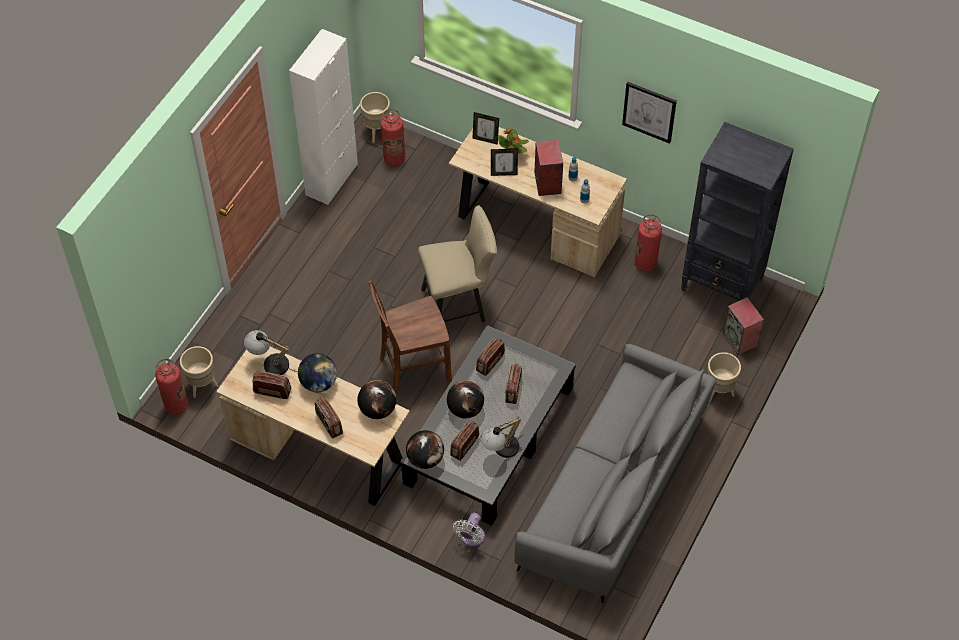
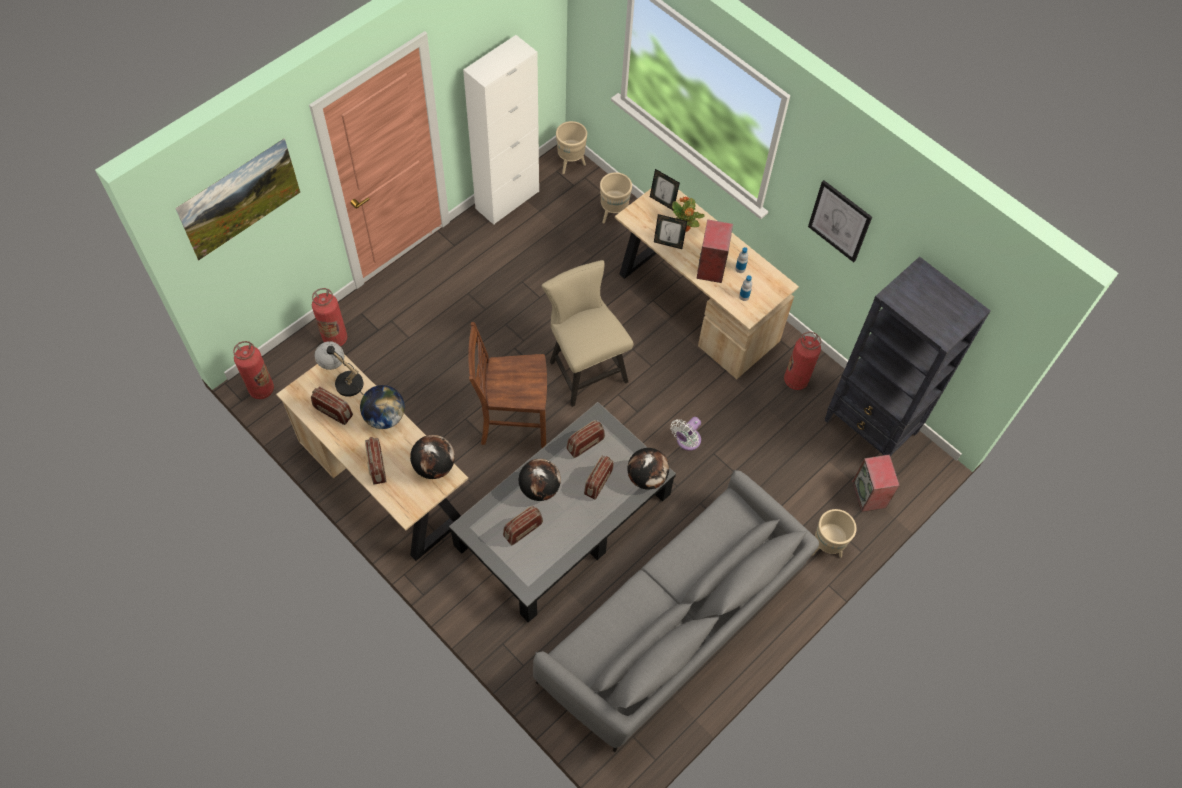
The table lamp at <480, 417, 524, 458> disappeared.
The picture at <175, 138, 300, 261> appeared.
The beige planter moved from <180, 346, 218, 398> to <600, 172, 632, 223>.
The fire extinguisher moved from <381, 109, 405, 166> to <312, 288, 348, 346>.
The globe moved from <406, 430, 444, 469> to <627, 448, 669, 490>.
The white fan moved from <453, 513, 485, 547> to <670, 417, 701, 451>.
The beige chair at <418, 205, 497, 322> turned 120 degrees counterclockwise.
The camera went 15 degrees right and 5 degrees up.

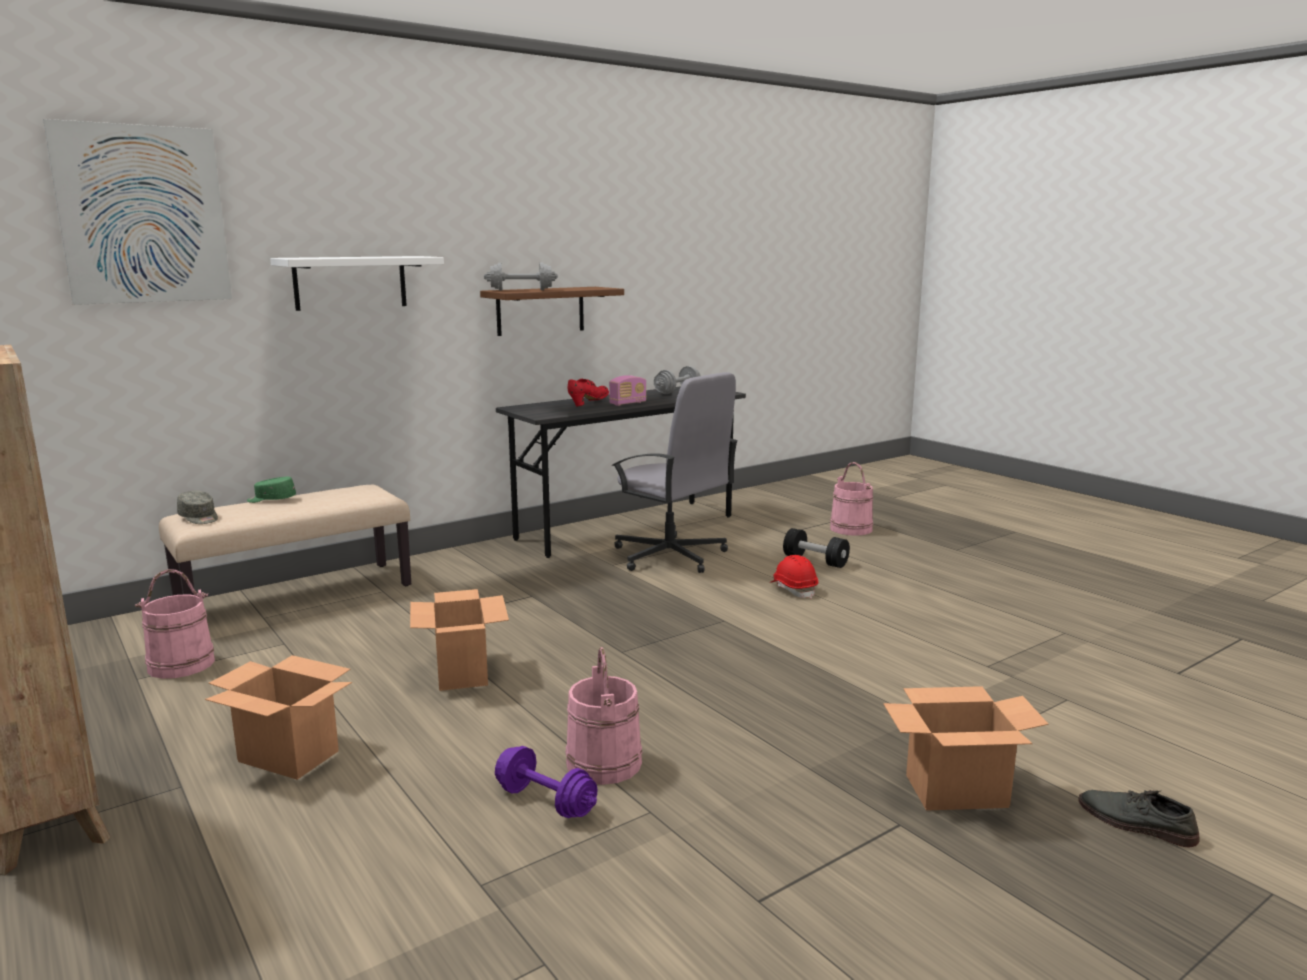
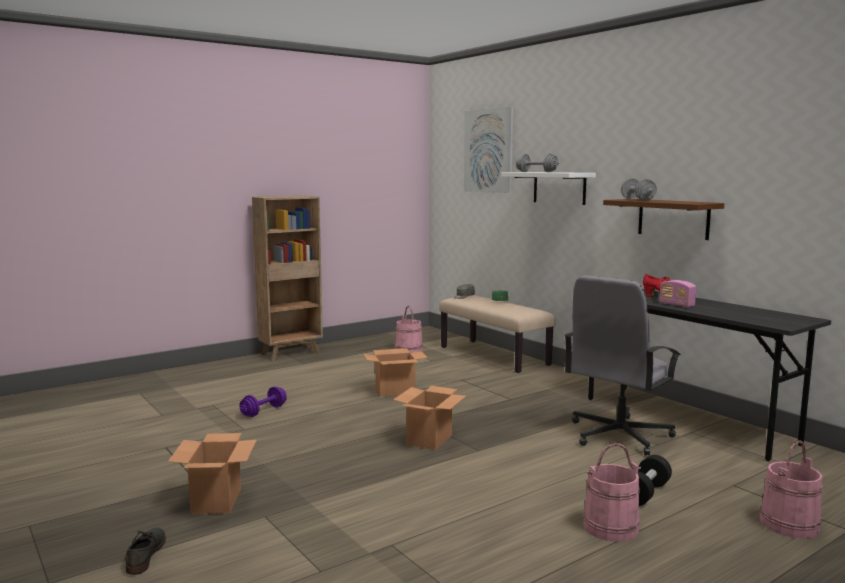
The red hard hat at <770, 555, 818, 599> disappeared.
The cardboard box moved from <205, 655, 352, 780> to <393, 386, 466, 450>.
The pink bucket moved from <565, 647, 643, 785> to <583, 443, 641, 542>.
The grey dumbbell moved from <654, 366, 701, 394> to <516, 154, 559, 172>.
The grey shoe at <1078, 790, 1200, 847> turned 45 degrees counterclockwise.
The camera went 90 degrees right and 5 degrees down.

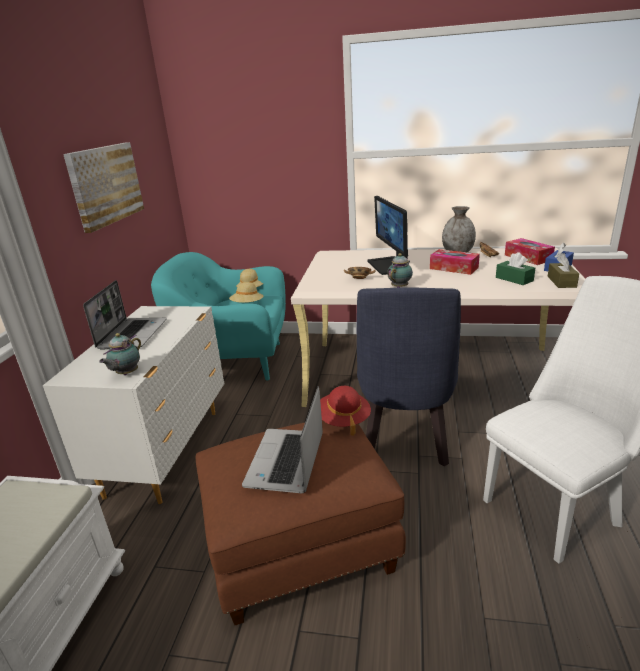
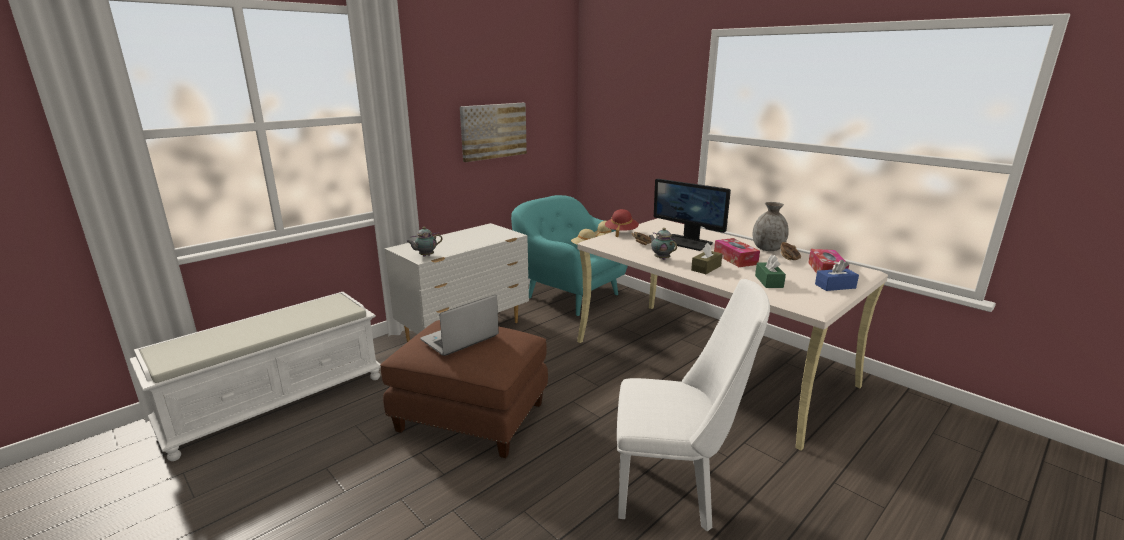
The laptop at <83, 280, 167, 349> disappeared.
The blue chair at <357, 287, 461, 466> disappeared.
The red hat moved from <320, 386, 371, 436> to <605, 209, 639, 238>.
The brown tissue box moved from <548, 254, 579, 288> to <691, 243, 722, 274>.
The monitor at <367, 196, 408, 275> turned 75 degrees counterclockwise.
The teapot at <387, 253, 413, 288> turned 105 degrees counterclockwise.
The camera went 35 degrees right and 5 degrees down.

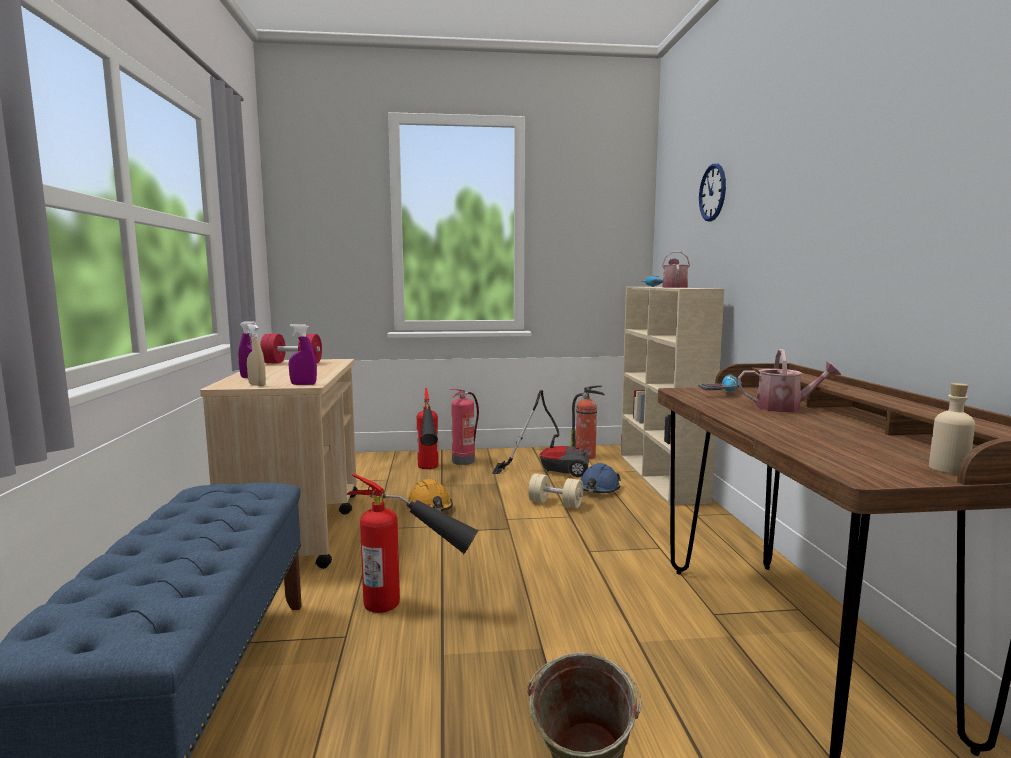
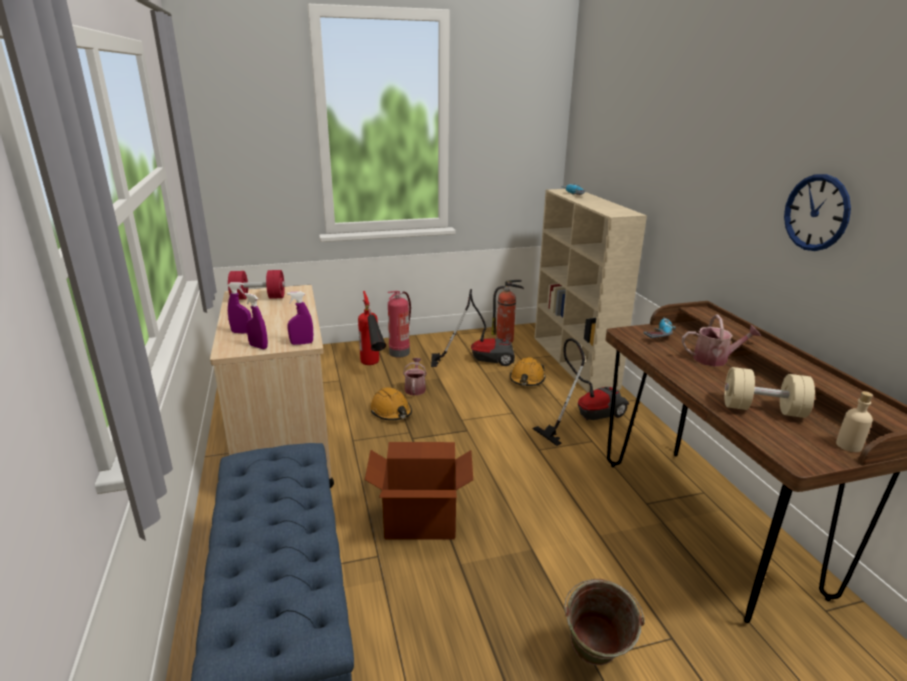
The vacuum cleaner at <533, 338, 629, 446> appeared.
The beige dumbbell moved from <528, 473, 583, 509> to <724, 367, 815, 418>.
The watering can moved from <662, 251, 690, 288> to <403, 358, 427, 395>.
The wall clock moved from <699, 163, 726, 222> to <784, 174, 851, 251>.
The fire extinguisher at <347, 473, 478, 613> was replaced by the cardboard box at <365, 442, 473, 540>.
The beige spray bottle at <247, 324, 266, 386> became the purple spray bottle at <244, 293, 268, 349>.
The blue hard hat at <581, 463, 621, 493> became the orange hard hat at <510, 357, 545, 386>.
The camera went 10 degrees left and 15 degrees up.

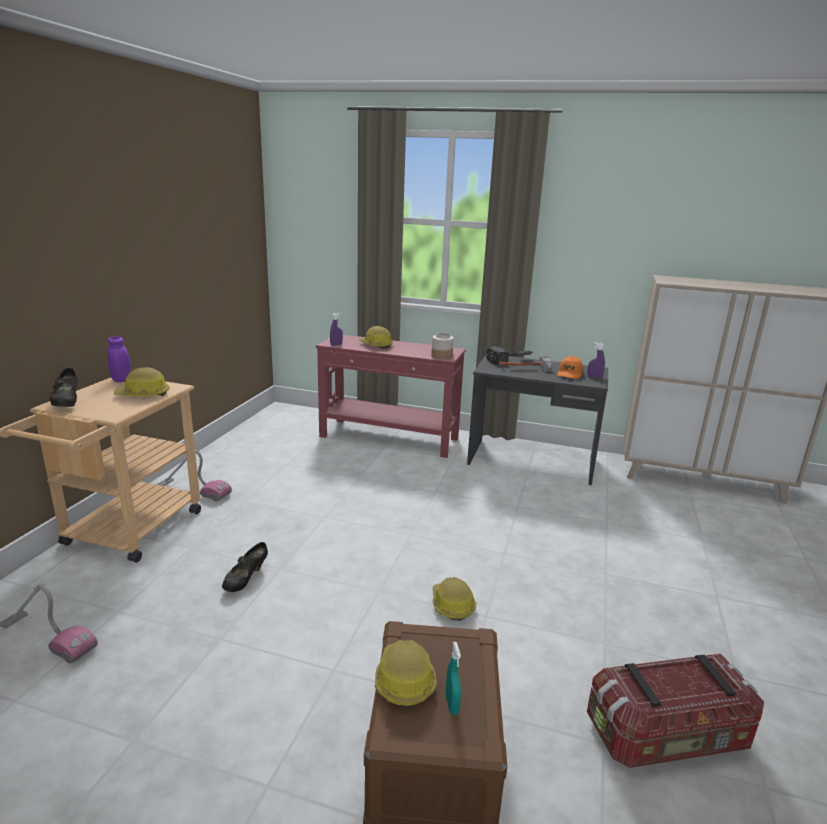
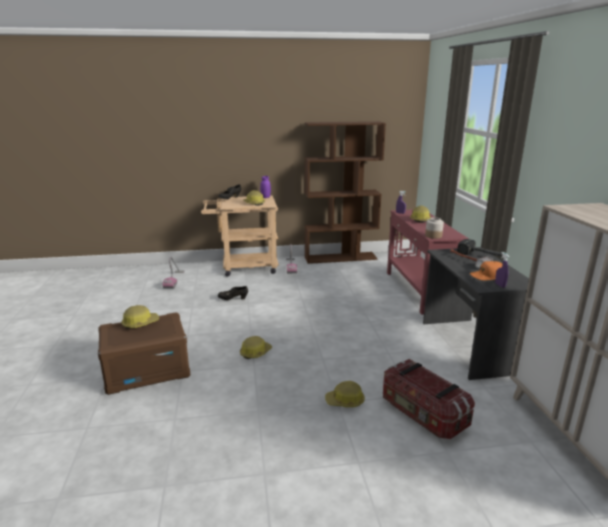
The turquoise spray bottle at <446, 642, 461, 715> disappeared.
The brown bookcase at <305, 121, 386, 264> appeared.
The hard hat at <325, 381, 365, 407> appeared.
The storage box moved from <587, 654, 764, 768> to <383, 359, 475, 439>.
The camera went 65 degrees right and 0 degrees up.

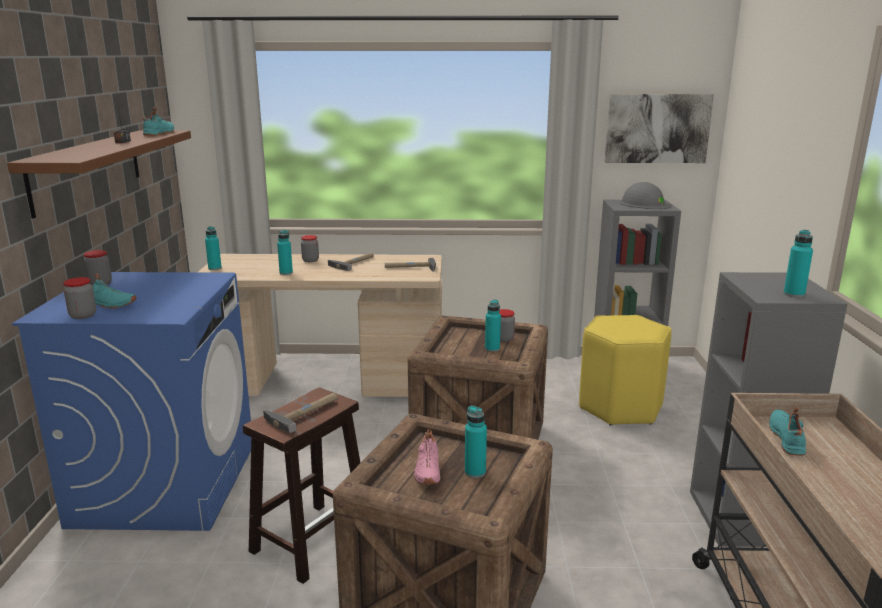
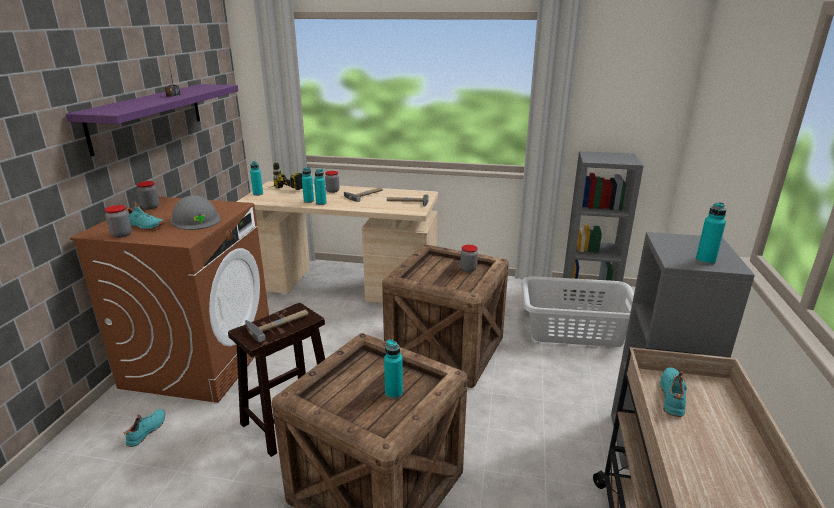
The pink shoe at <414, 429, 440, 484> disappeared.
The picture at <605, 94, 714, 163> disappeared.
The power drill at <269, 160, 303, 190> appeared.
The turquoise shoe moved from <143, 107, 174, 136> to <124, 409, 165, 447>.
The turquoise bottle moved from <485, 300, 501, 352> to <314, 169, 327, 205>.
The grey hard hat moved from <620, 182, 671, 209> to <170, 195, 221, 230>.
The yellow stool at <579, 315, 671, 426> was replaced by the grey laundry basket at <521, 276, 634, 347>.
The brown shelf at <7, 131, 191, 218> became the purple shelf at <66, 84, 238, 157>.
The blue washing machine at <12, 272, 251, 531> became the brown washing machine at <70, 197, 269, 403>.
The camera went 10 degrees right and 5 degrees up.

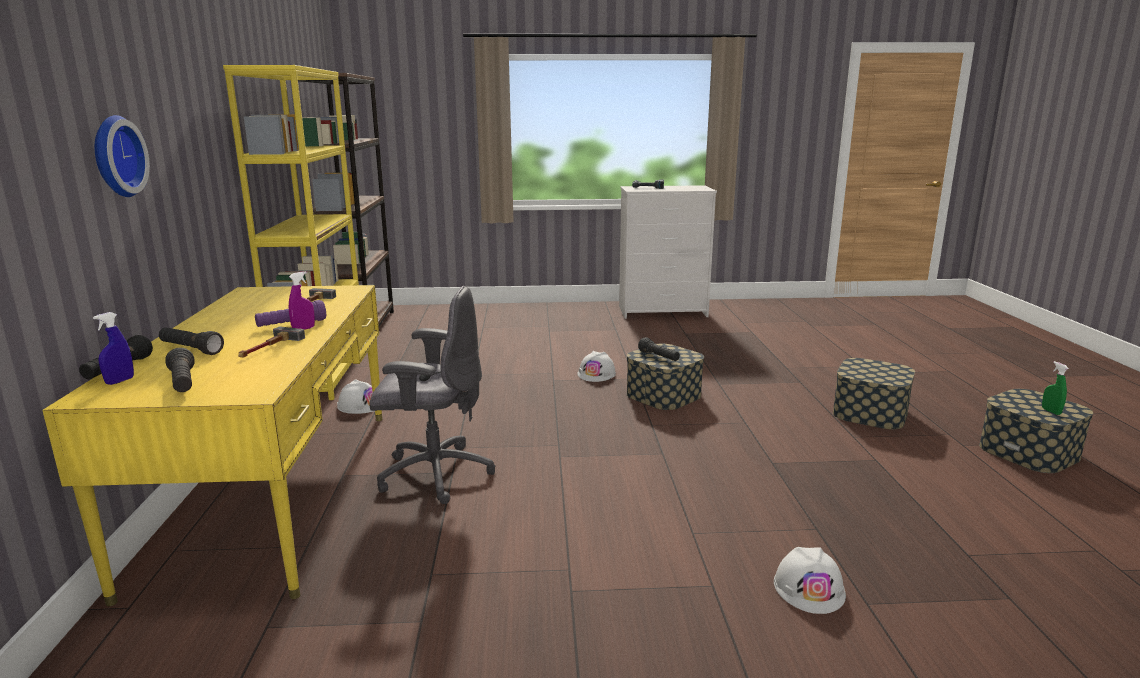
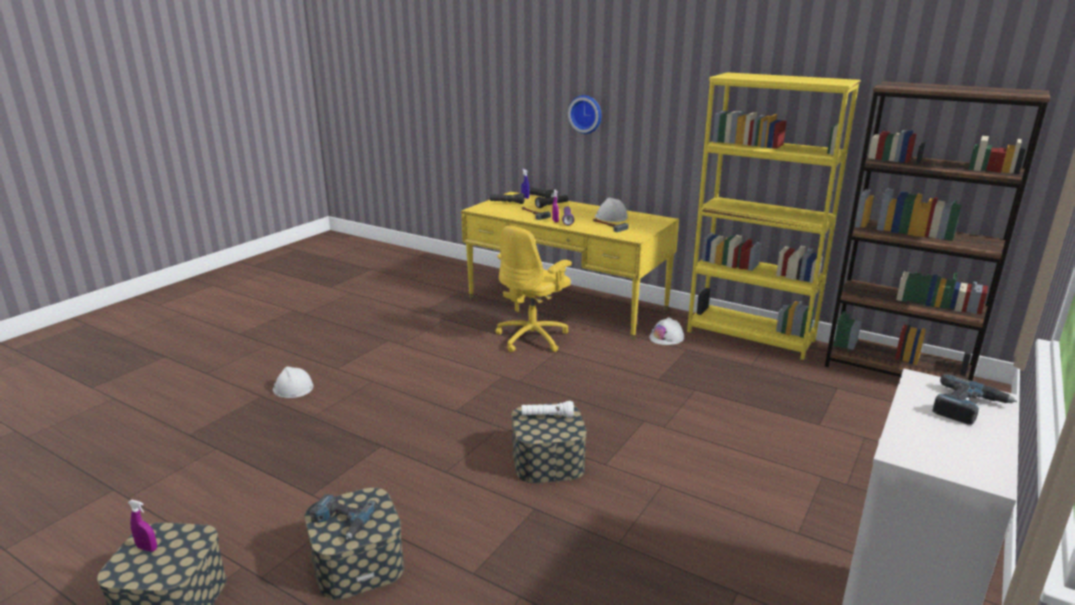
The power drill at <310, 494, 378, 540> appeared.
The white hard hat moved from <577, 351, 616, 382> to <595, 198, 628, 222>.
The grey office chair at <369, 286, 495, 504> became the yellow office chair at <495, 226, 572, 352>.
The black flashlight at <638, 337, 680, 361> became the white flashlight at <522, 401, 574, 418>.
The green spray bottle at <1042, 361, 1069, 415> became the purple spray bottle at <128, 500, 157, 552>.
The camera went 125 degrees right and 5 degrees up.

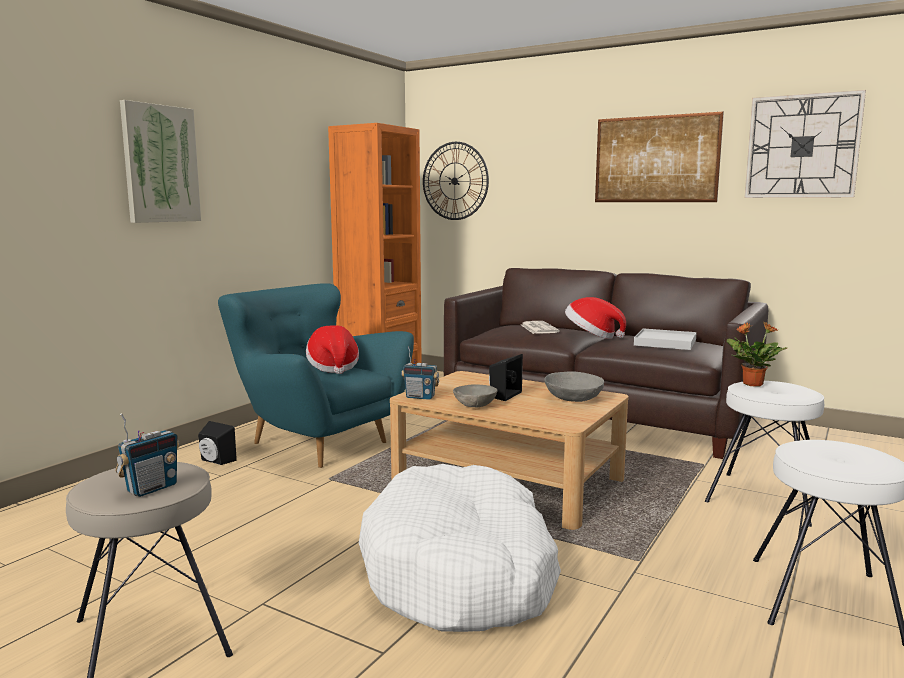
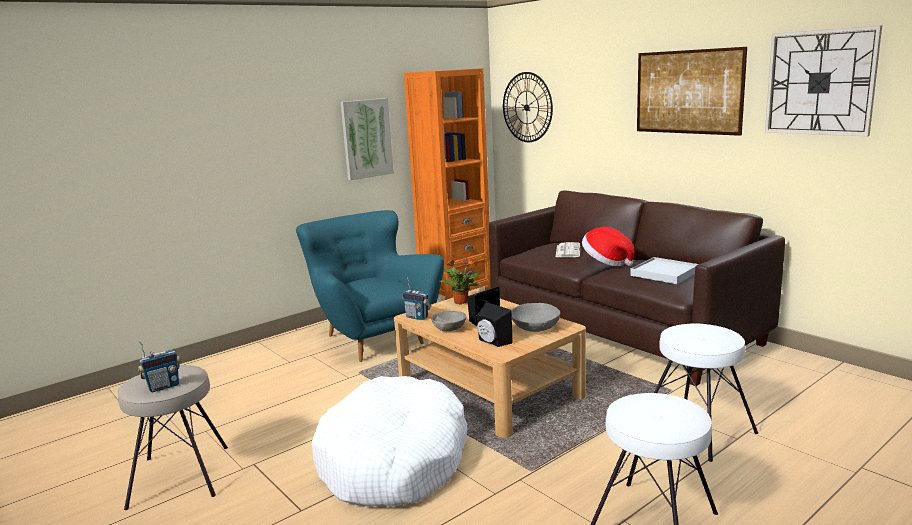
The hat at <306, 325, 359, 374> disappeared.
The picture moved from <120, 100, 201, 223> to <340, 98, 394, 180>.
The black speaker moved from <198, 421, 237, 465> to <477, 302, 513, 347>.
The potted plant moved from <727, 322, 787, 387> to <439, 258, 481, 304>.
The camera went 20 degrees right and 5 degrees up.

